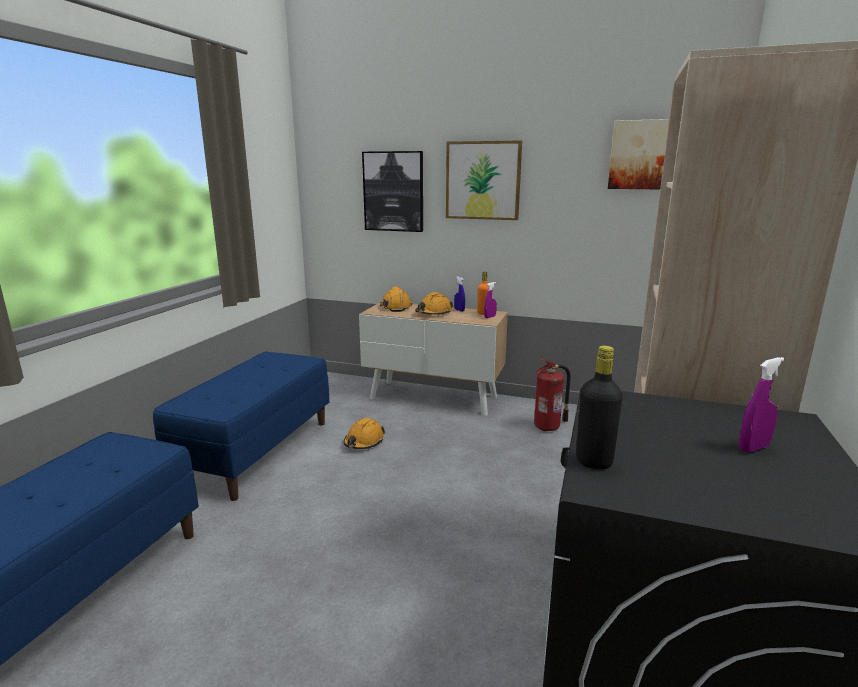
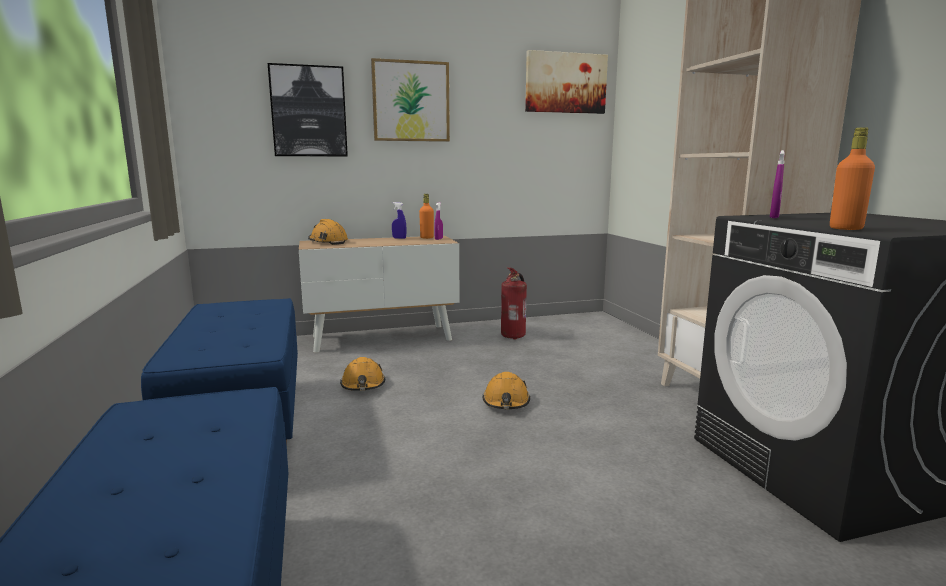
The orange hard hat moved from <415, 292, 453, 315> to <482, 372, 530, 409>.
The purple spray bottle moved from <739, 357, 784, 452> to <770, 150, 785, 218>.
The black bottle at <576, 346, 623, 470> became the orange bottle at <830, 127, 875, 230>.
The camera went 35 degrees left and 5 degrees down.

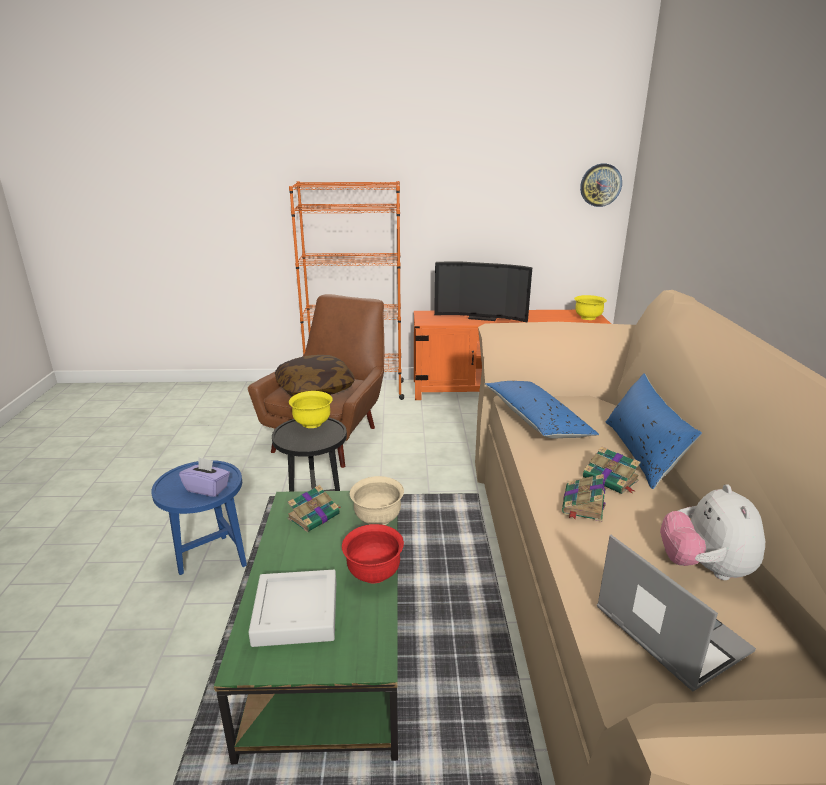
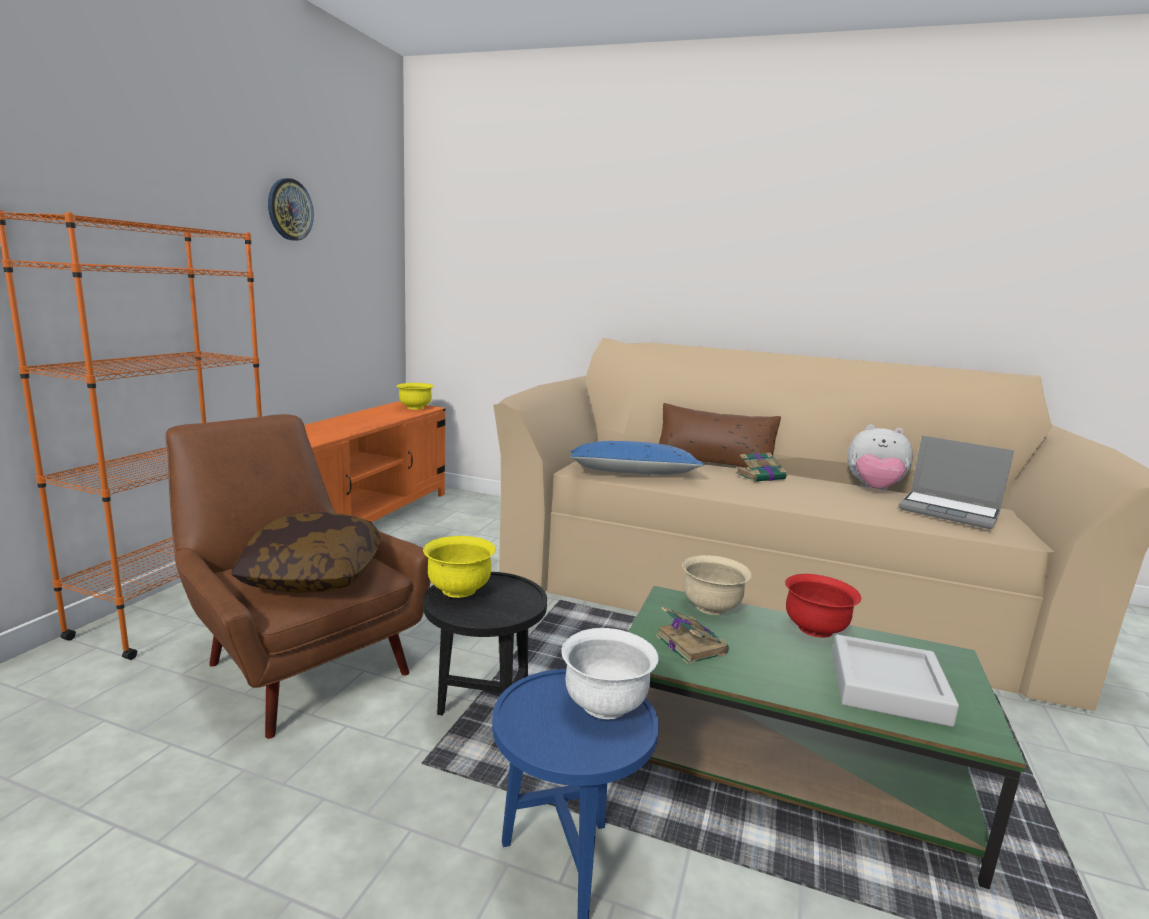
The television at <434, 261, 532, 322> disappeared.
The book at <562, 474, 606, 521> disappeared.
The wall clock moved from <580, 163, 622, 207> to <268, 178, 314, 241>.
The purple tissue box at <179, 457, 230, 497> was replaced by the white bowl at <561, 628, 659, 719>.
The blue pillow at <606, 373, 702, 489> became the brown pillow at <659, 403, 781, 467>.
The laptop at <597, 535, 756, 691> turned 135 degrees counterclockwise.
The camera went 70 degrees left and 10 degrees down.

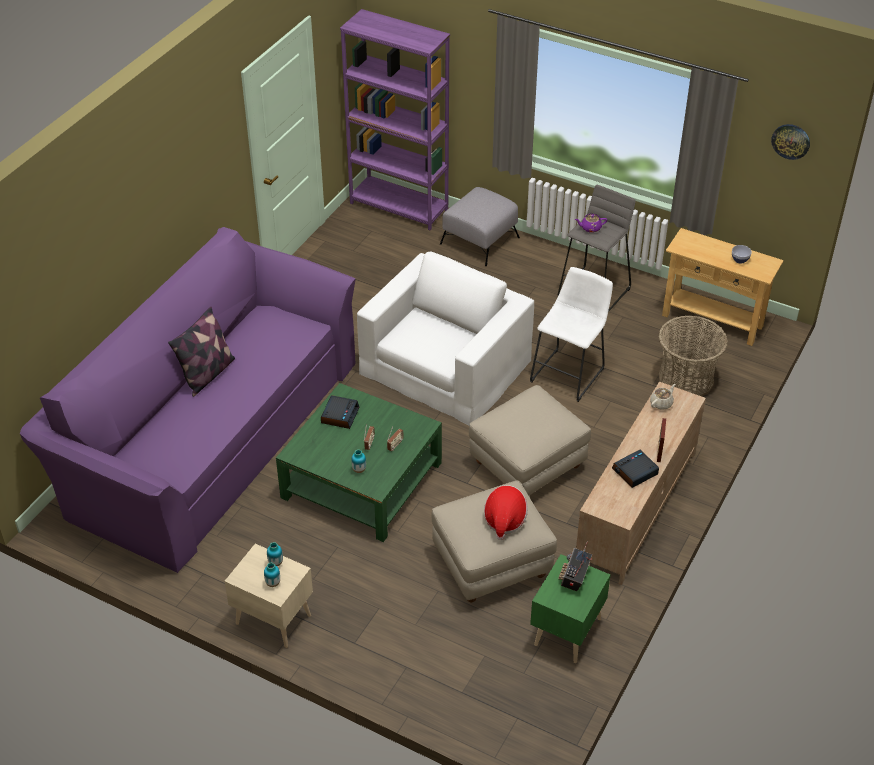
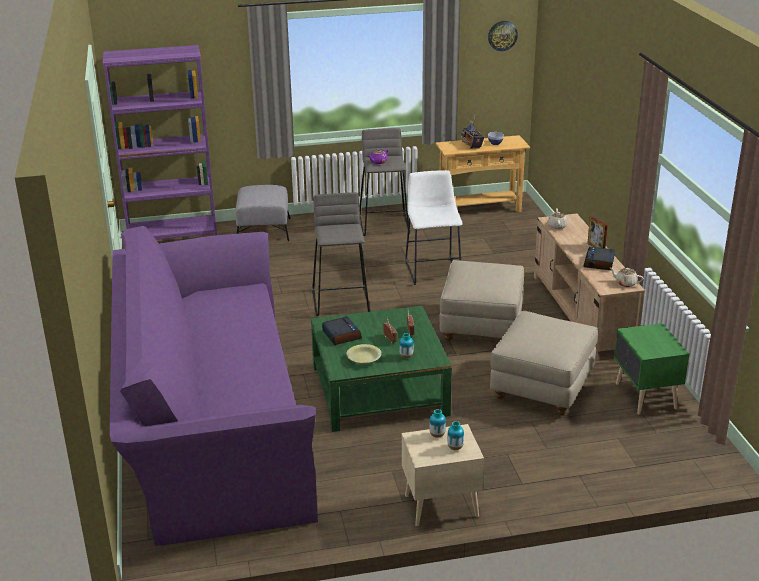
The pillow at <168, 306, 235, 397> disappeared.
The hat at <484, 485, 528, 540> disappeared.
The basket at <658, 315, 728, 396> disappeared.
The yellow bowl at <347, 344, 382, 364> appeared.
The beige teapot at <610, 268, 643, 287> appeared.
The radio moved from <558, 540, 592, 591> to <461, 114, 484, 149>.
The white armchair at <357, 252, 534, 425> was replaced by the grey stool at <312, 192, 371, 316>.
The camera went 40 degrees left and 15 degrees down.

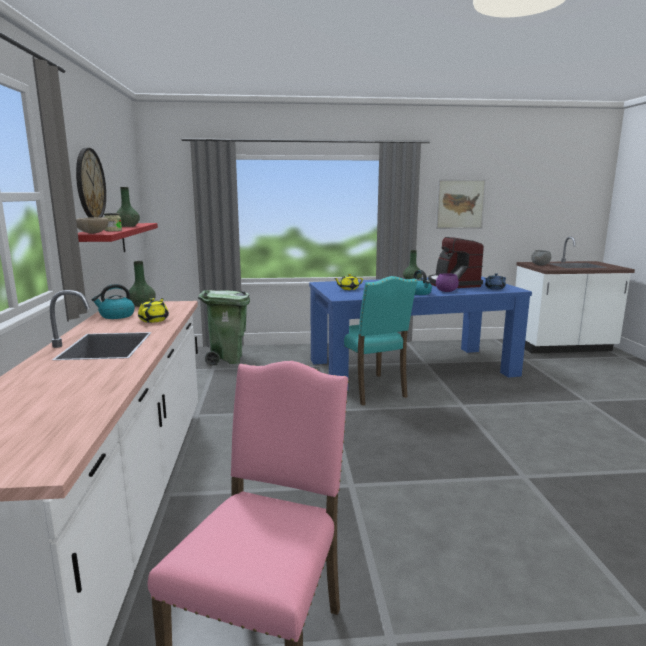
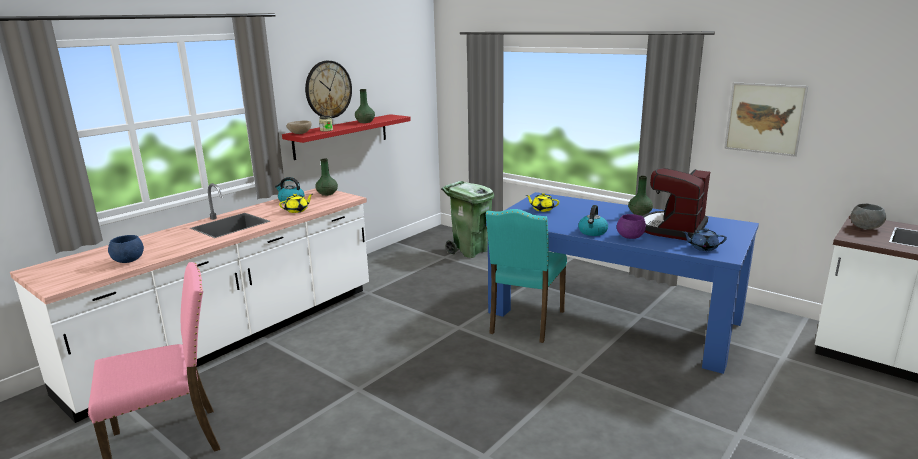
The blue bowl at <108, 235, 144, 263> appeared.
The camera went 45 degrees right and 5 degrees up.

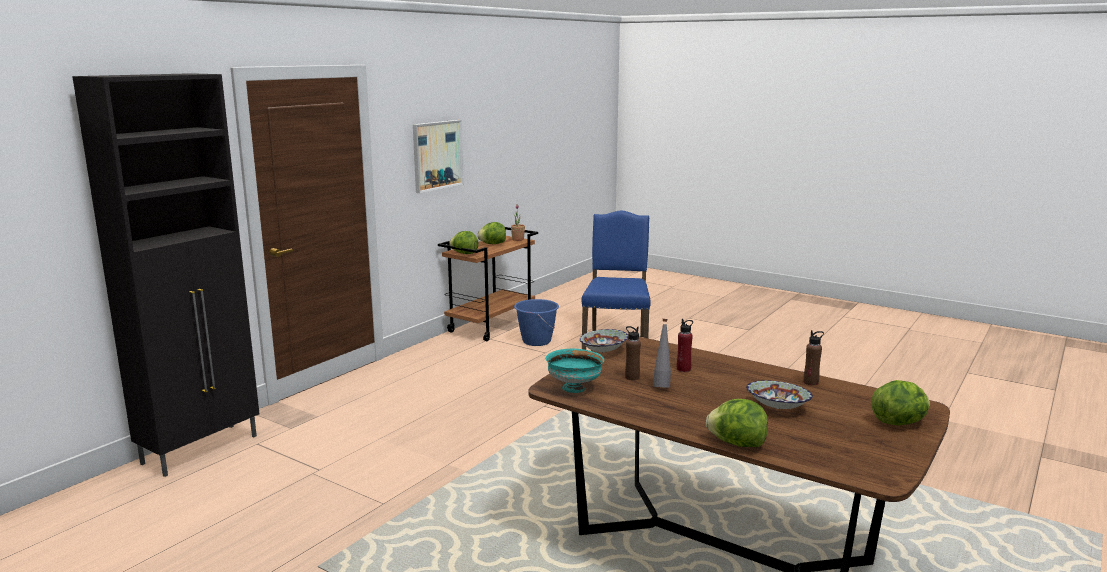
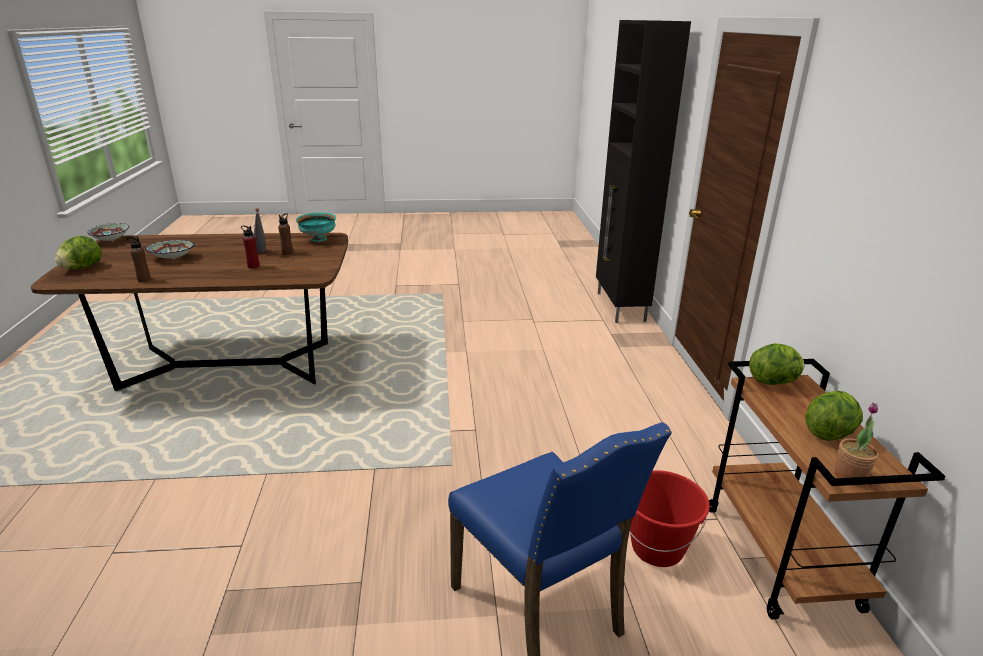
The picture at <413, 120, 464, 193> disappeared.
The lettuce at <706, 399, 768, 447> disappeared.
The bowl moved from <580, 329, 628, 353> to <87, 223, 129, 241>.
The blue bucket at <514, 299, 559, 346> became the red bucket at <630, 470, 710, 567>.
The camera went 140 degrees right and 10 degrees up.

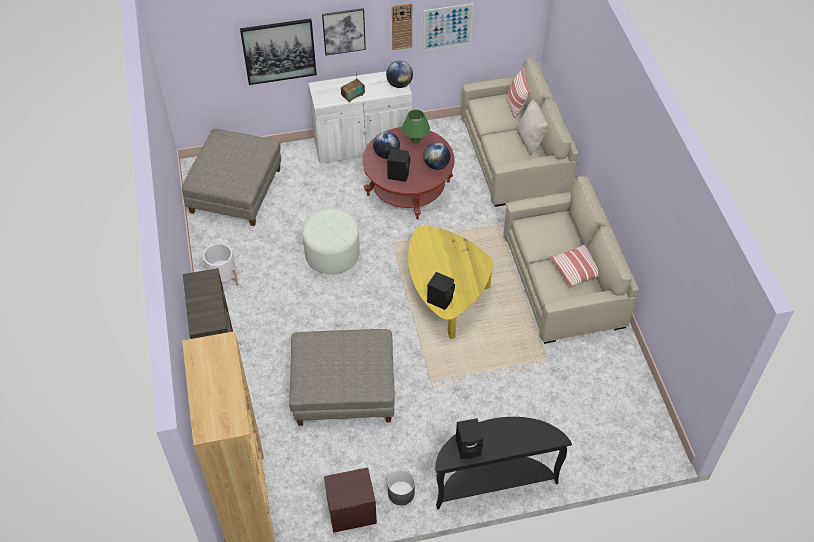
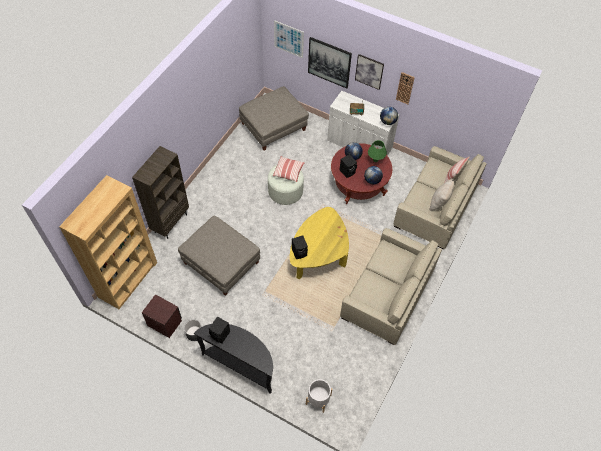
The white planter moved from <203, 243, 238, 286> to <306, 379, 332, 413>.
The picture moved from <423, 3, 474, 51> to <274, 20, 304, 58>.
The pillow moved from <549, 244, 599, 288> to <273, 156, 305, 182>.
The camera went 40 degrees right and 5 degrees up.

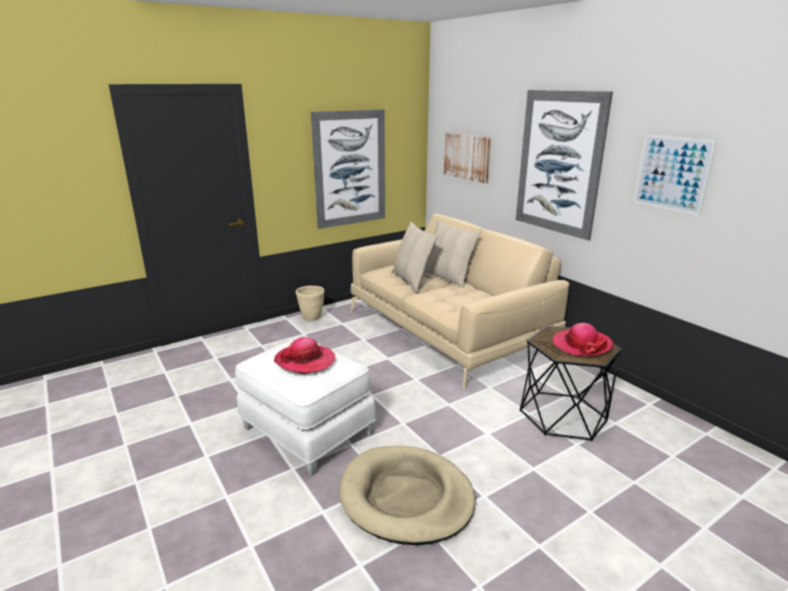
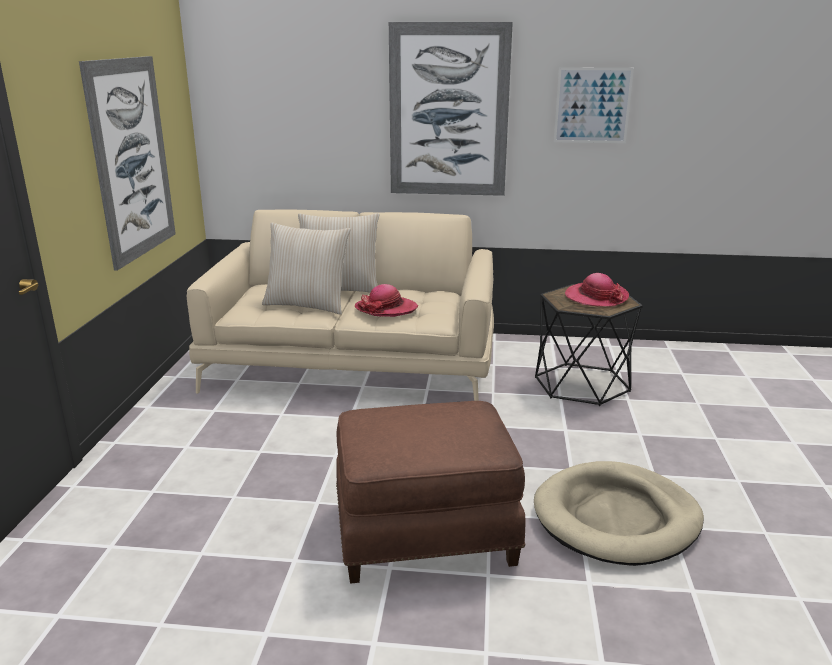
The beige planter at <296, 286, 324, 321> disappeared.
The picture at <444, 133, 491, 183> disappeared.
The hat moved from <274, 337, 335, 374> to <355, 284, 418, 317>.
The white ottoman at <235, 337, 376, 476> became the brown ottoman at <336, 401, 525, 584>.
The camera went 50 degrees left and 0 degrees up.

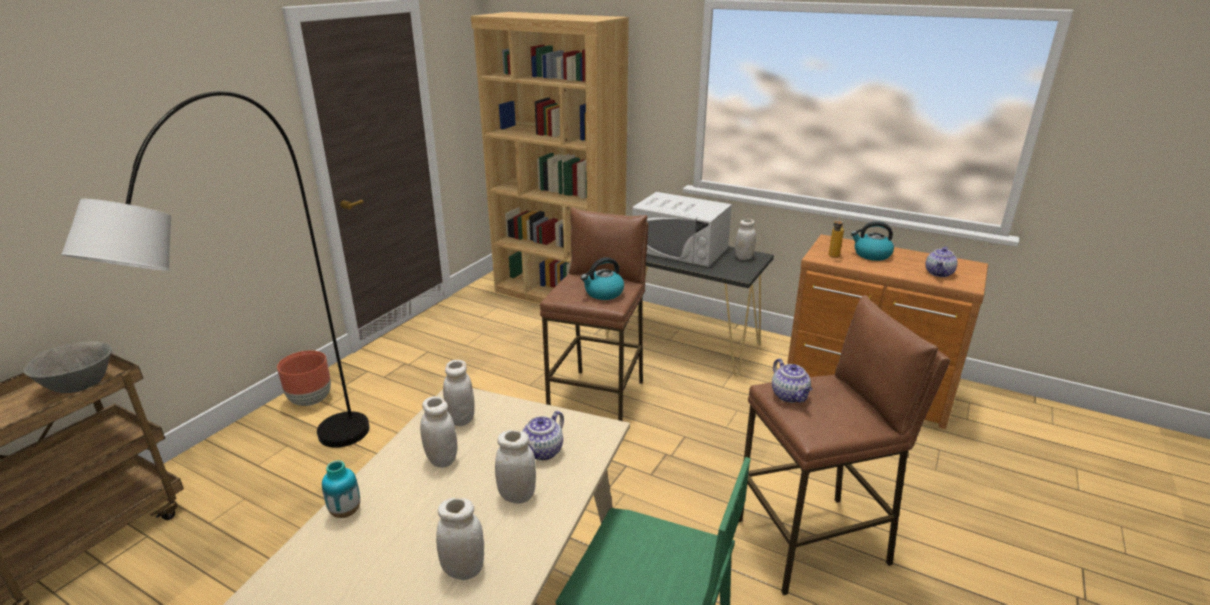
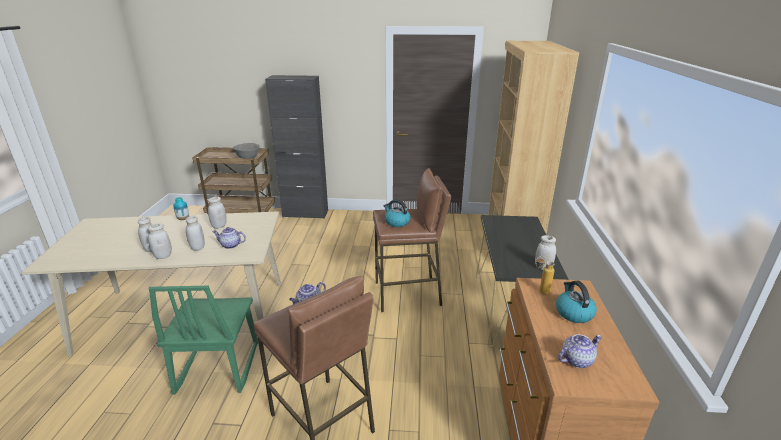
The grey floor lamp at <61, 91, 370, 448> disappeared.
The brown planter at <277, 351, 331, 406> disappeared.
The white microwave at <632, 192, 732, 267> disappeared.
The black cabinet at <265, 75, 328, 219> appeared.
The white jar moved from <443, 360, 475, 426> to <148, 223, 172, 259>.
The teapot at <925, 246, 958, 277> turned 150 degrees clockwise.
The camera went 65 degrees right and 0 degrees up.

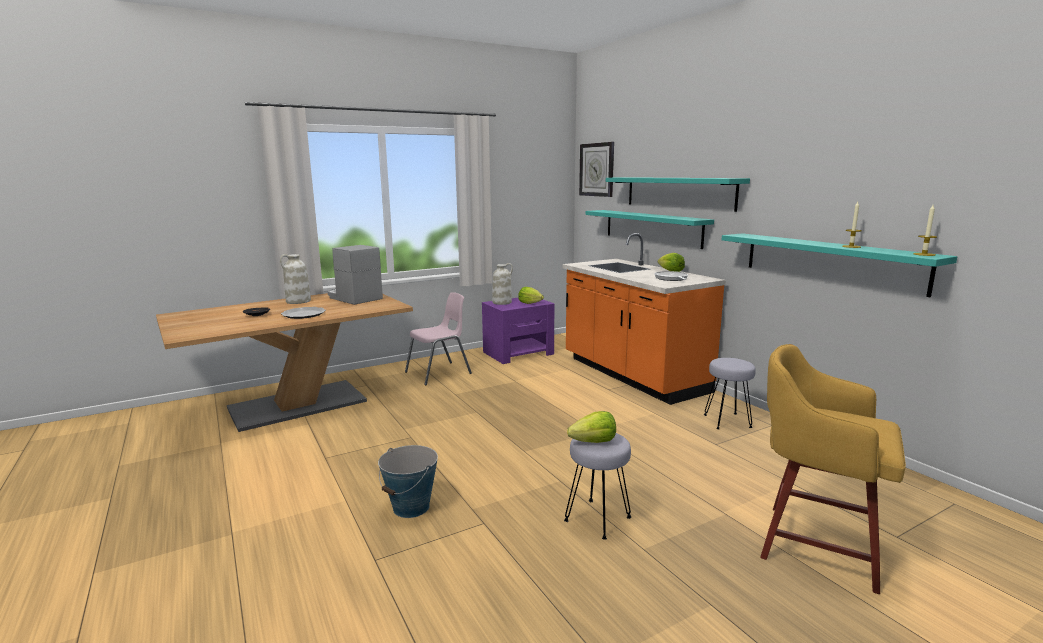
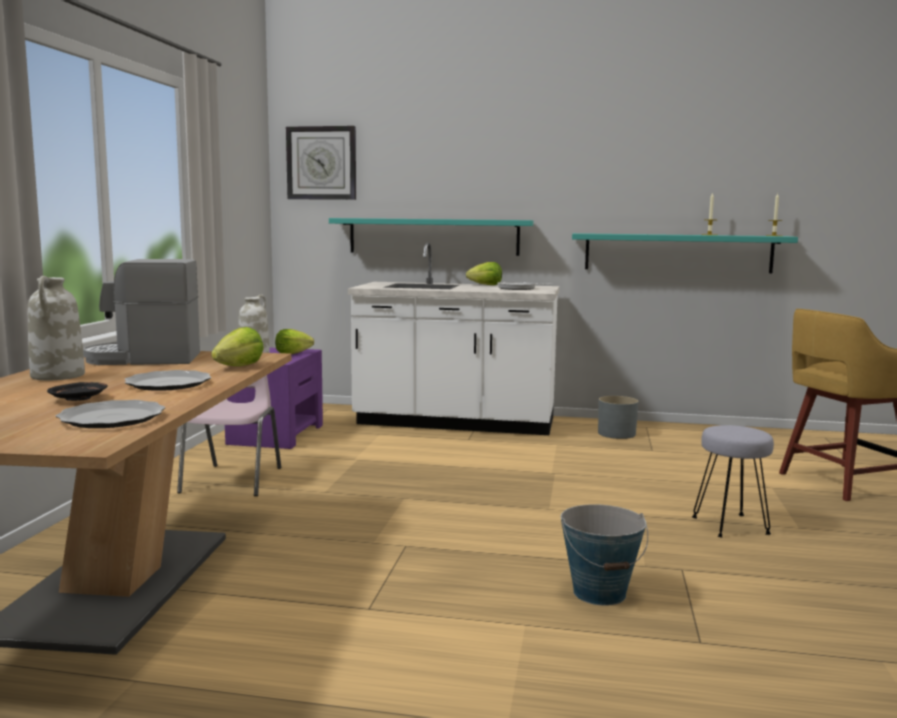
The turquoise shelf at <606, 177, 750, 212> disappeared.
The plate at <56, 400, 165, 428> appeared.
The lettuce moved from <567, 411, 616, 443> to <211, 327, 264, 366>.
The grey stool at <704, 358, 756, 429> was replaced by the grey planter at <598, 396, 638, 439>.
The orange counter at <563, 233, 726, 405> became the white counter at <348, 242, 559, 435>.
The camera went 50 degrees left and 5 degrees down.

